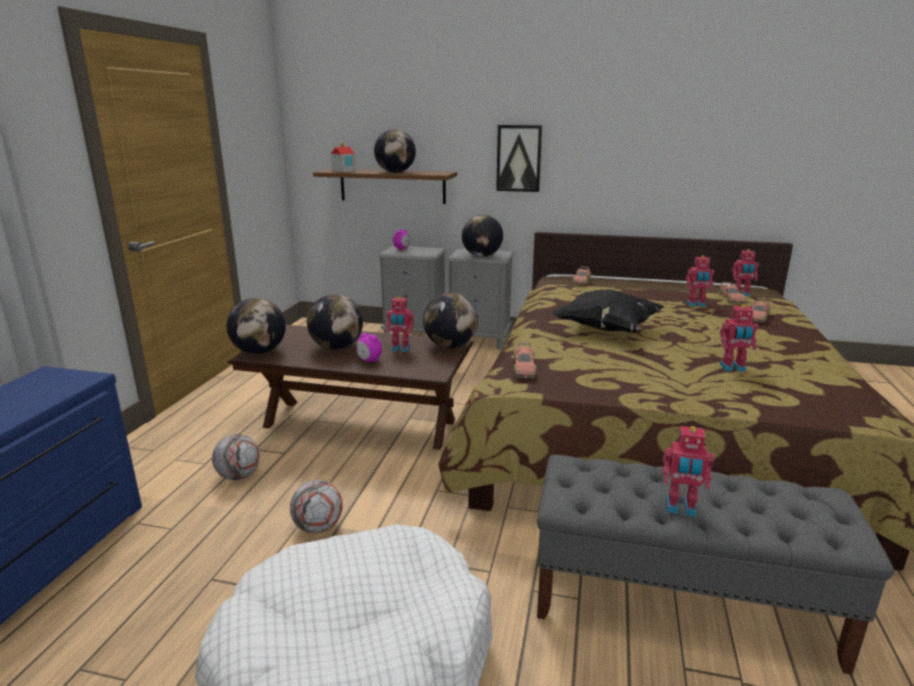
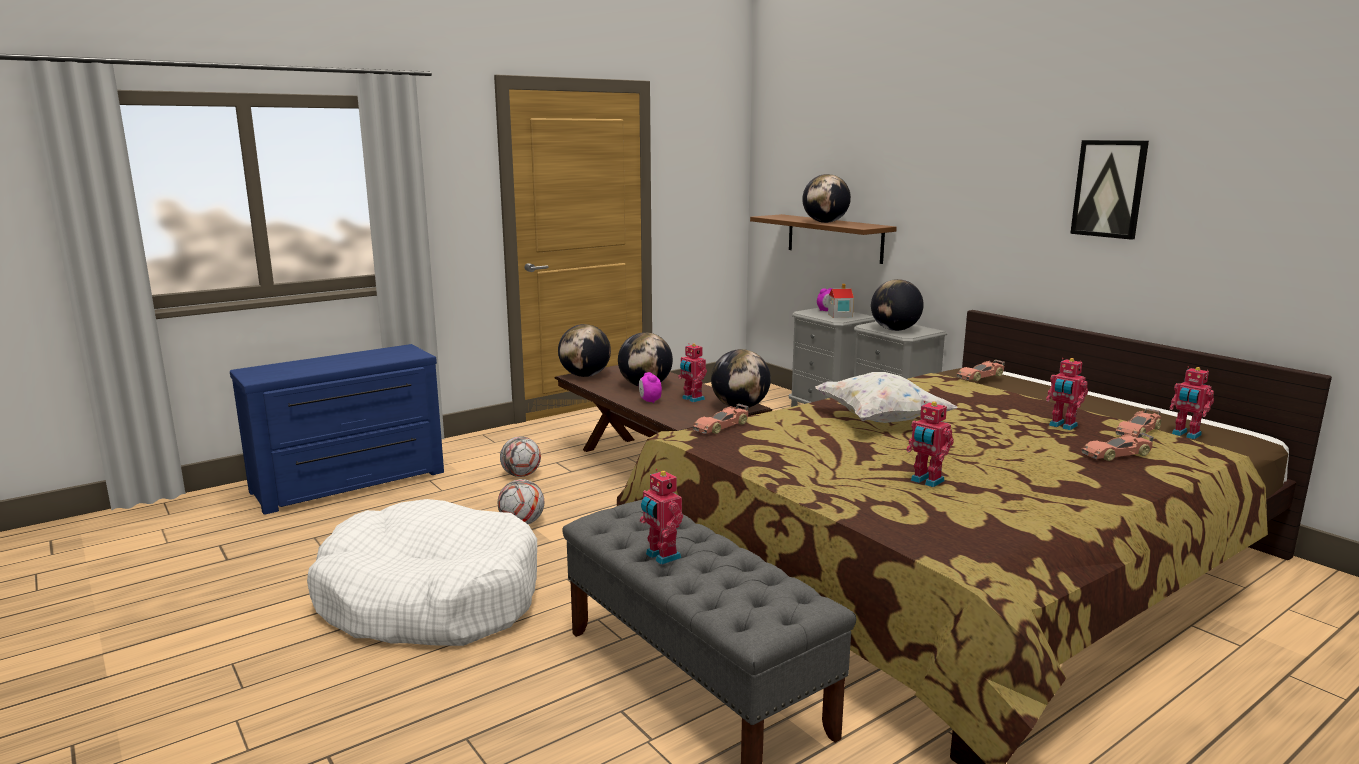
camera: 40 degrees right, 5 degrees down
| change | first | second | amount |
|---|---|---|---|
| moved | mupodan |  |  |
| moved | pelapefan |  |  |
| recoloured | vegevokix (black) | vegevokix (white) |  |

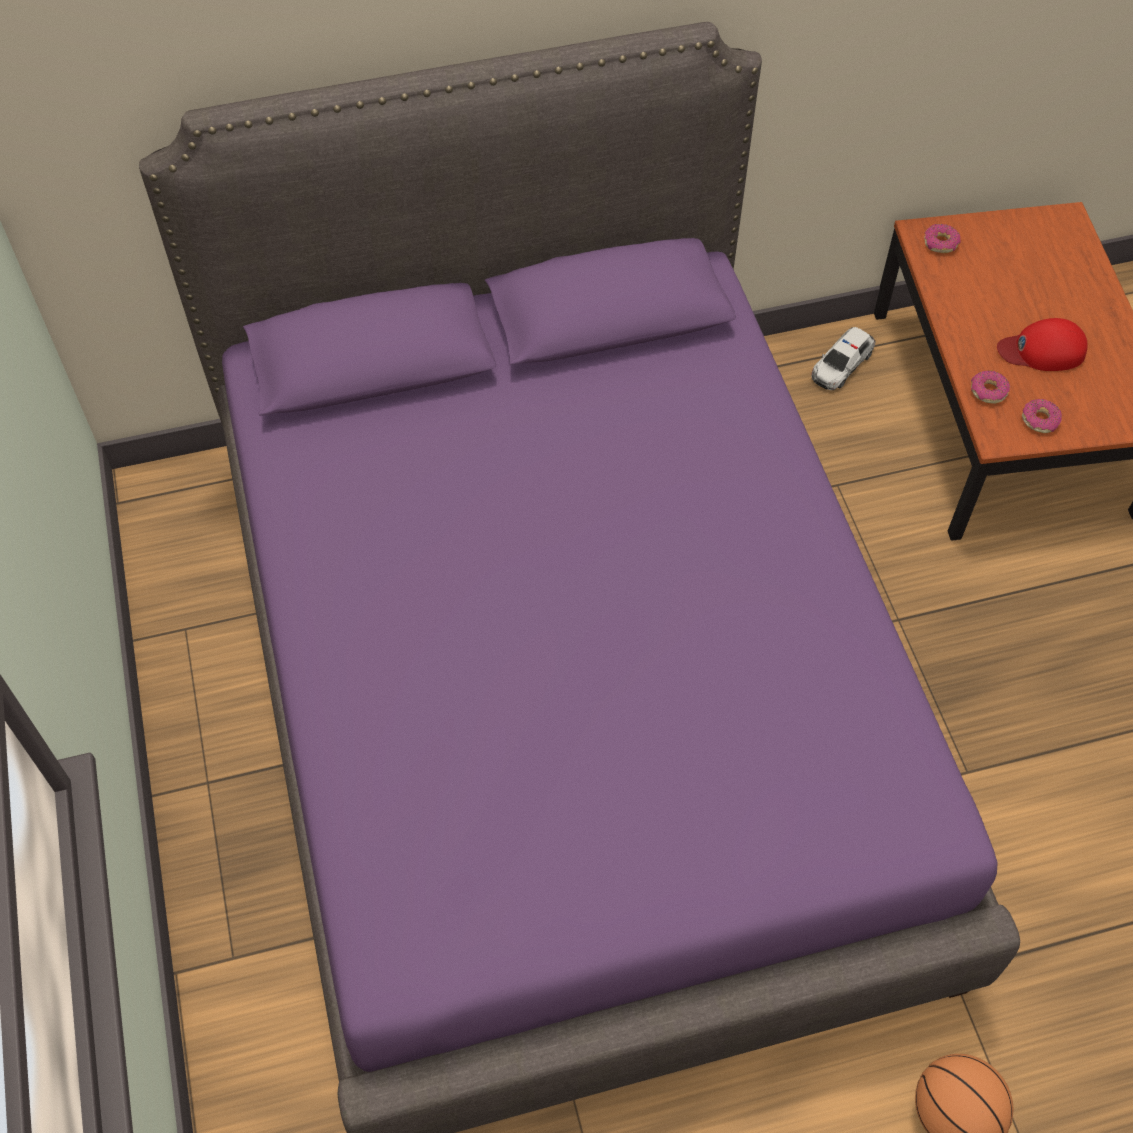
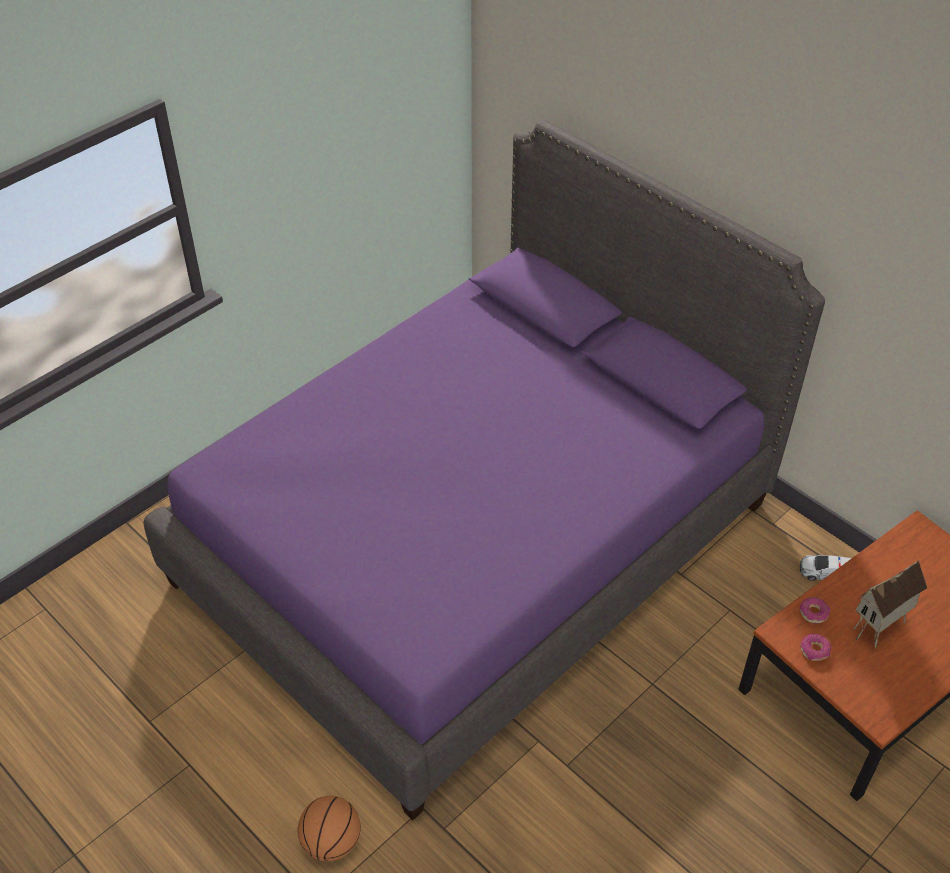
camera: 60 degrees right, 10 degrees down
| change | first | second | amount |
|---|---|---|---|
| removed | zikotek (1st from left) |  |  |
| replaced | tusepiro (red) | mupodan |  |

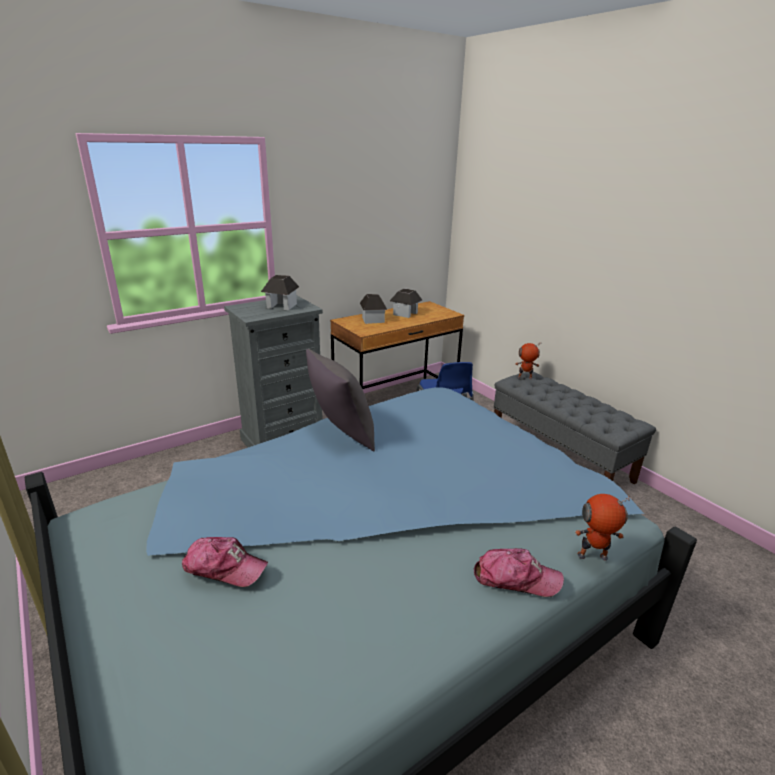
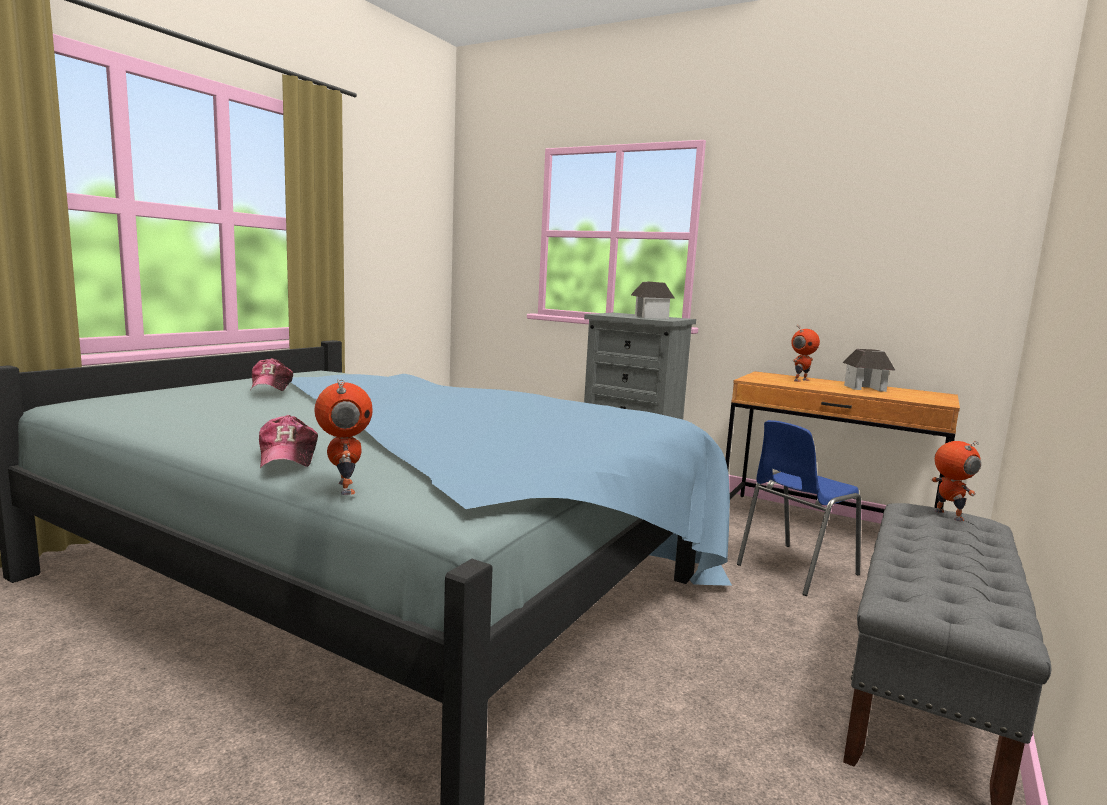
camera: 65 degrees right, 15 degrees down
| change | first | second | amount |
|---|---|---|---|
| removed | vegevokix (grey) |  |  |
| replaced | mupodan (2nd from left) | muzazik (2nd from left) |  |

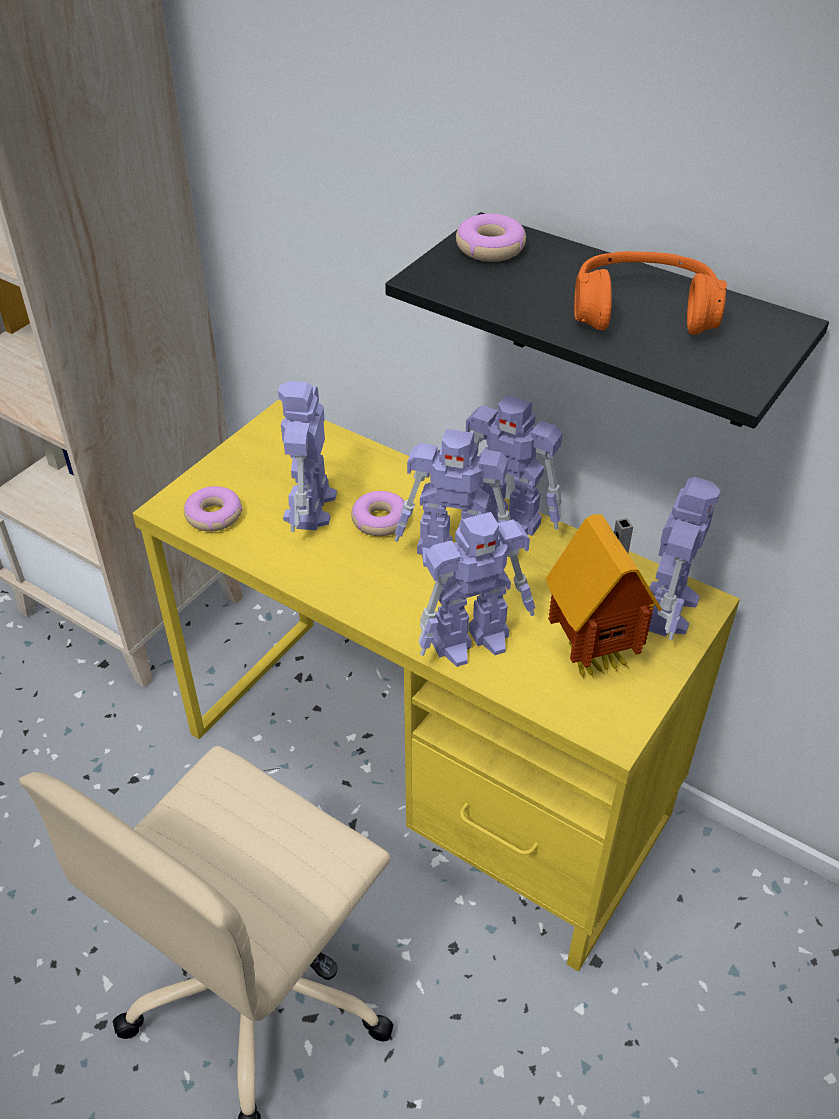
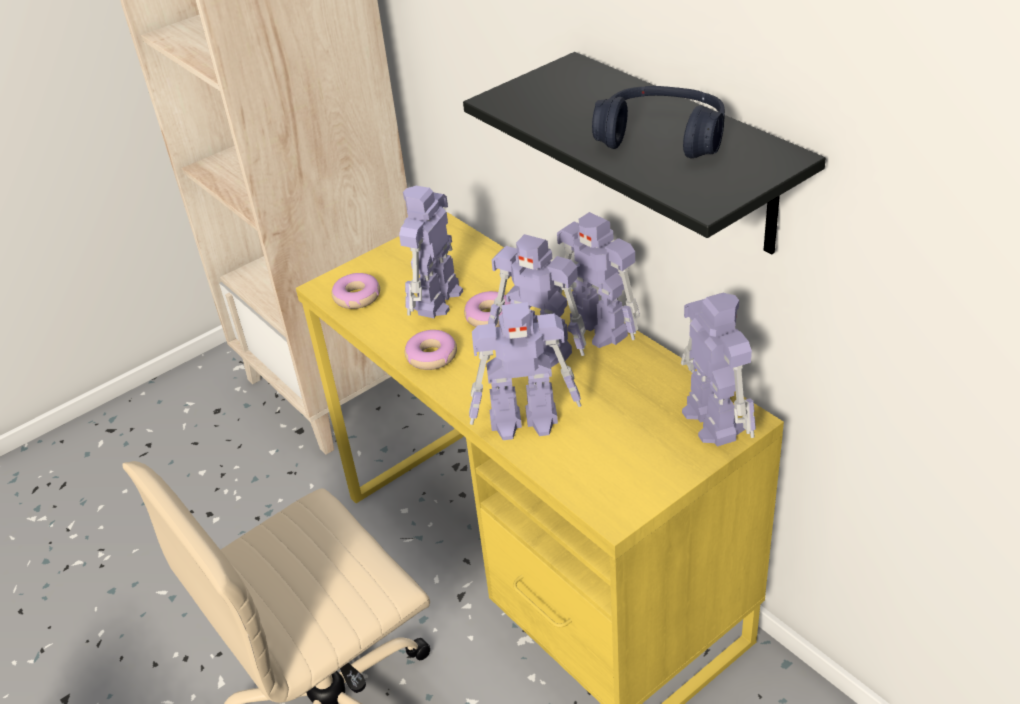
camera: 20 degrees right, 5 degrees down
| change | first | second | amount |
|---|---|---|---|
| removed | mupodan |  |  |
| moved | zikotek (3rd from left in the first image) | zikotek (2nd from left) |  |
| recoloured | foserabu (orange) | foserabu (blue) |  |
| turned | muzazik (5th from left) |  | 60 degrees counterclockwise |

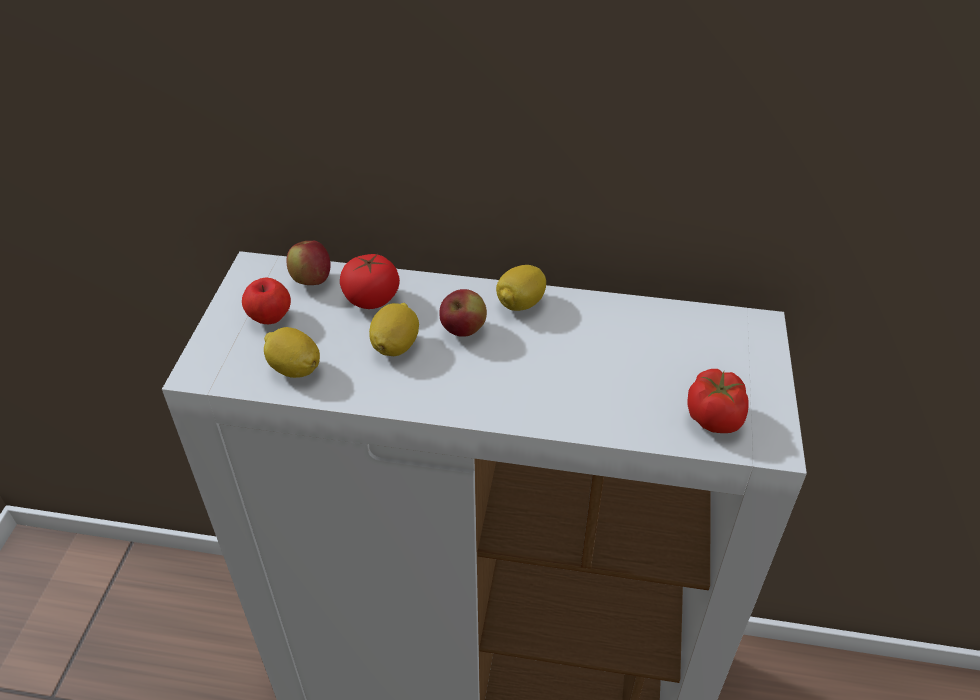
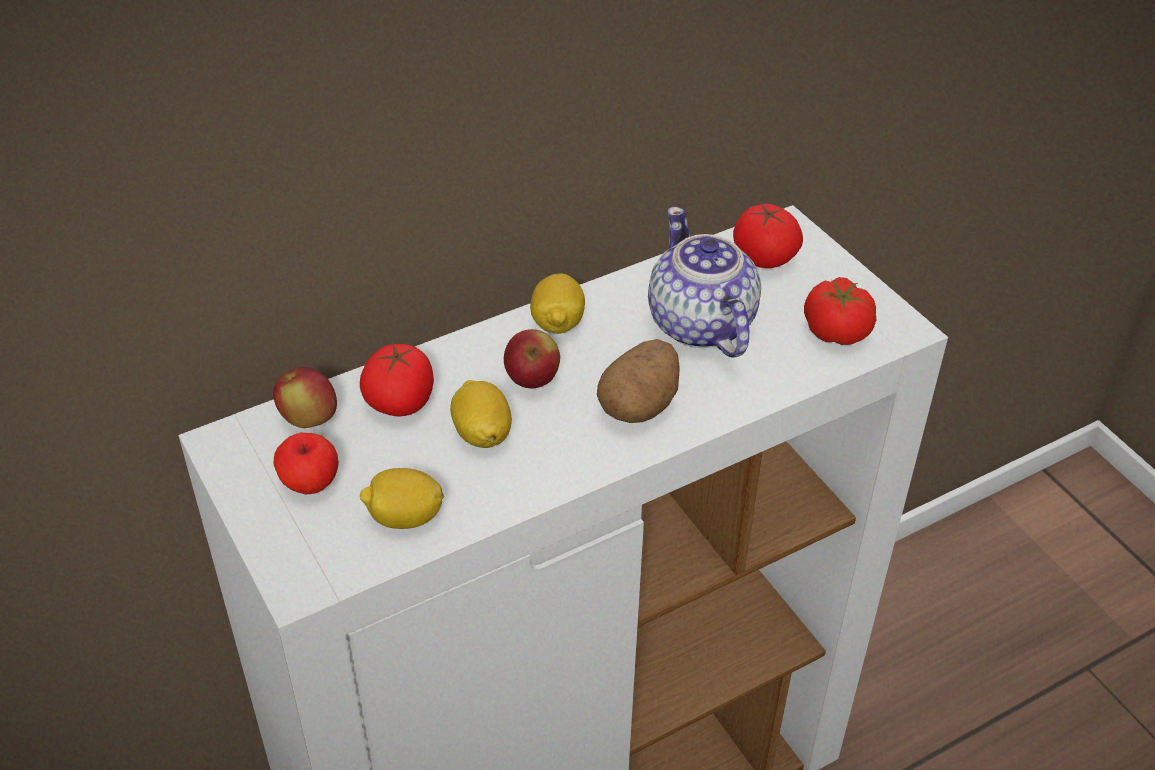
camera: 40 degrees left, 0 degrees up
| change | first | second | amount |
|---|---|---|---|
| added |  | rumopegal |  |
| added |  | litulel |  |
| added |  | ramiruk (2nd from left) |  |

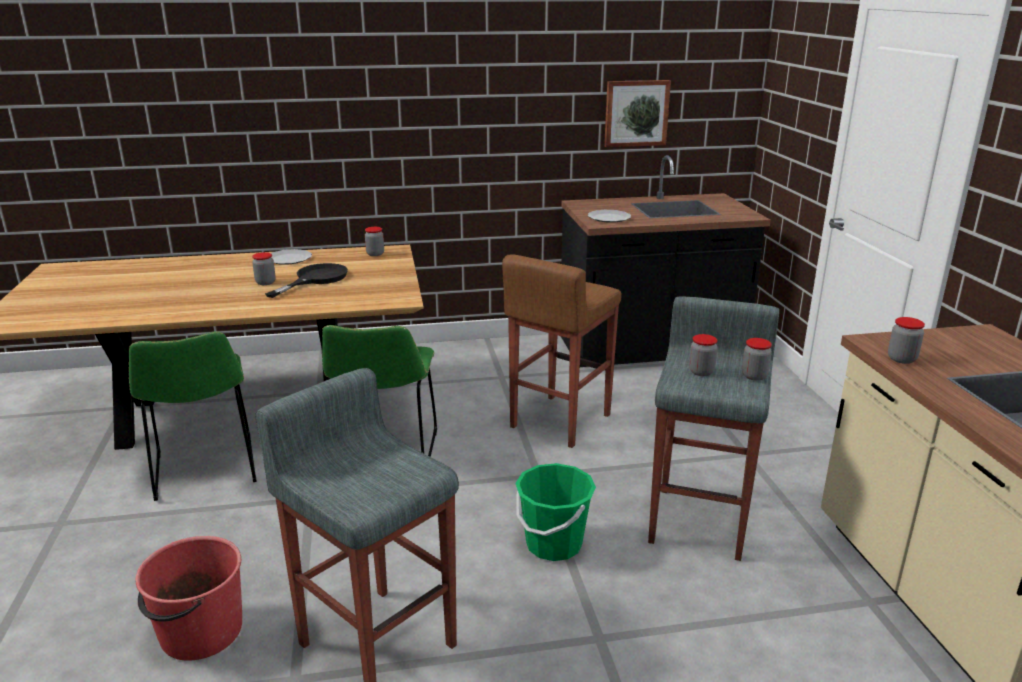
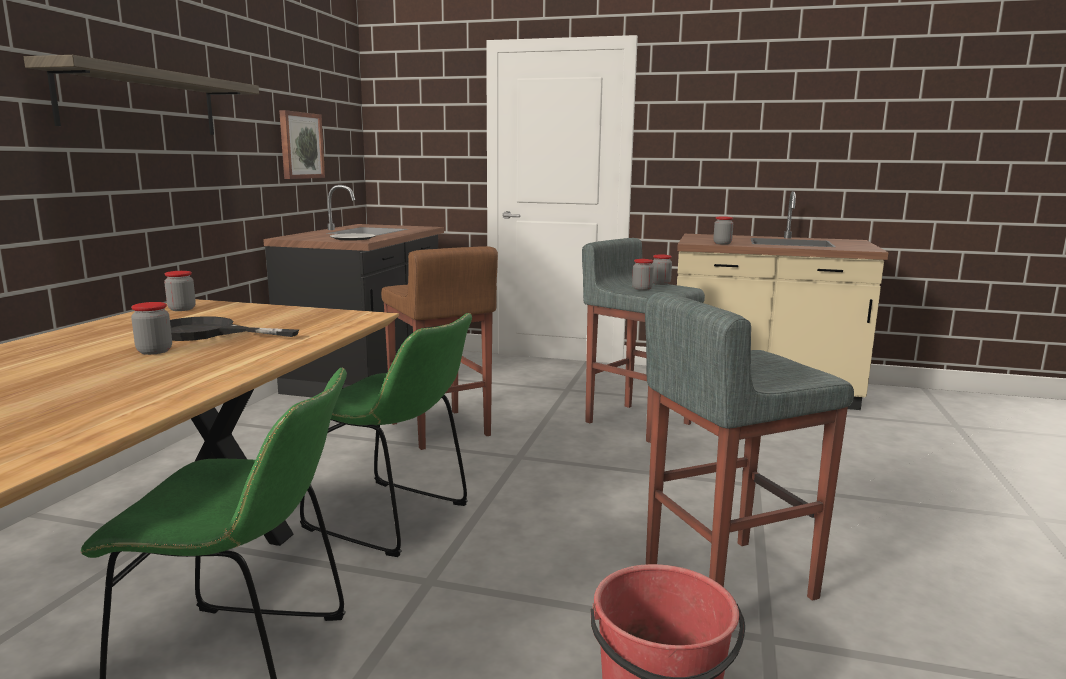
camera: 65 degrees left, 10 degrees down
| change | first | second | amount |
|---|---|---|---|
| removed | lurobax (1st from left) |  |  |
| removed | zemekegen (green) |  |  |
| added |  | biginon |  |
| turned | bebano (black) |  | 45 degrees counterclockwise |

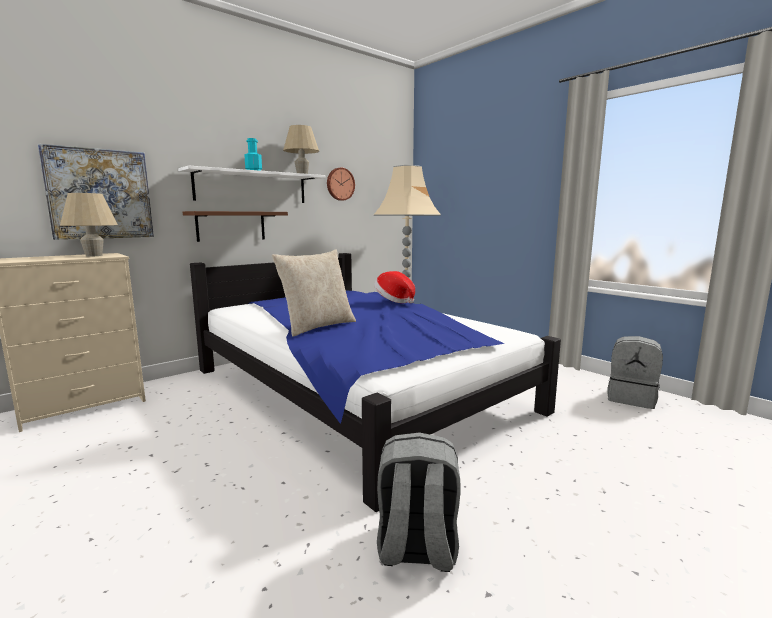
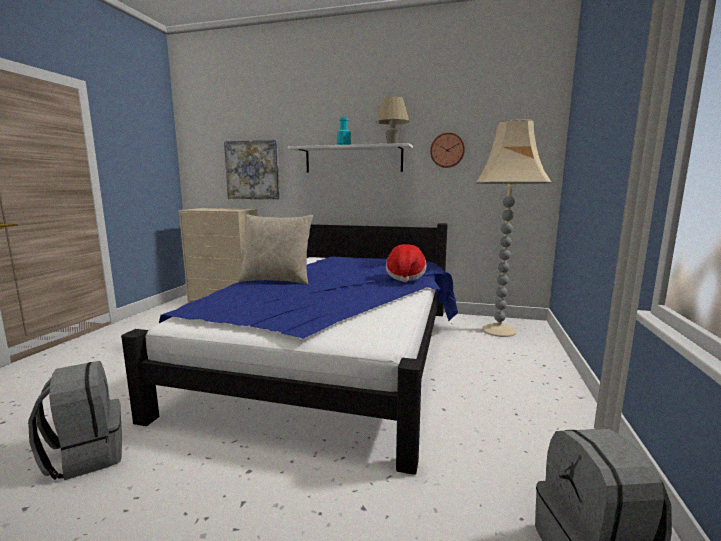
camera: 55 degrees right, 0 degrees up
| change | first | second | amount |
|---|---|---|---|
| removed | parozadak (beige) (1st from left) |  |  |
| removed | biginon (brown) |  |  |

